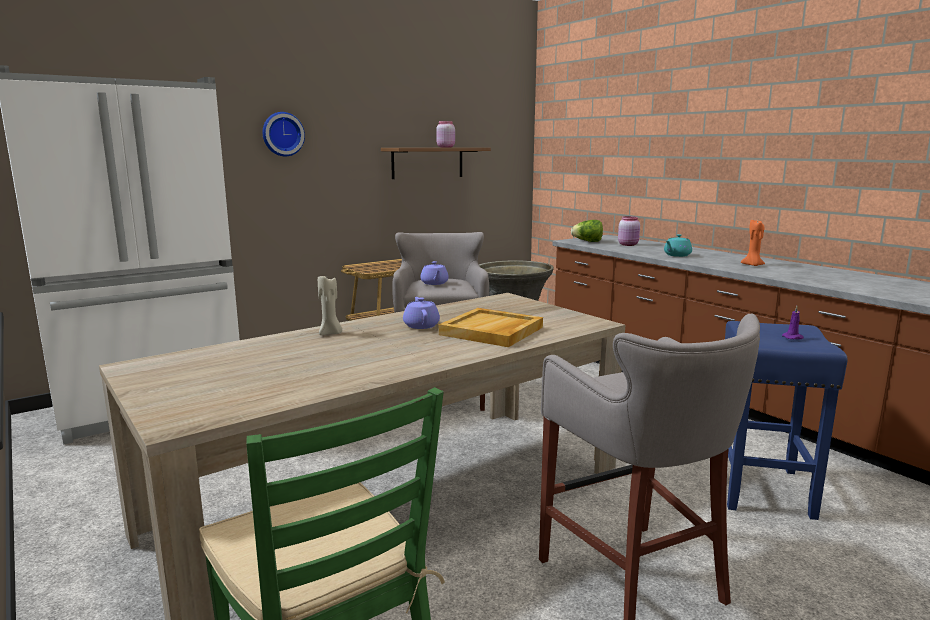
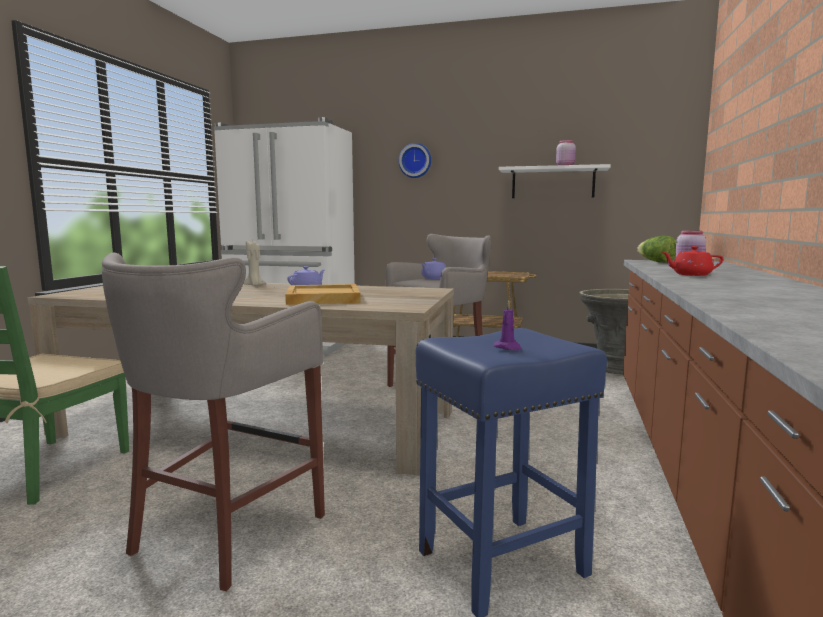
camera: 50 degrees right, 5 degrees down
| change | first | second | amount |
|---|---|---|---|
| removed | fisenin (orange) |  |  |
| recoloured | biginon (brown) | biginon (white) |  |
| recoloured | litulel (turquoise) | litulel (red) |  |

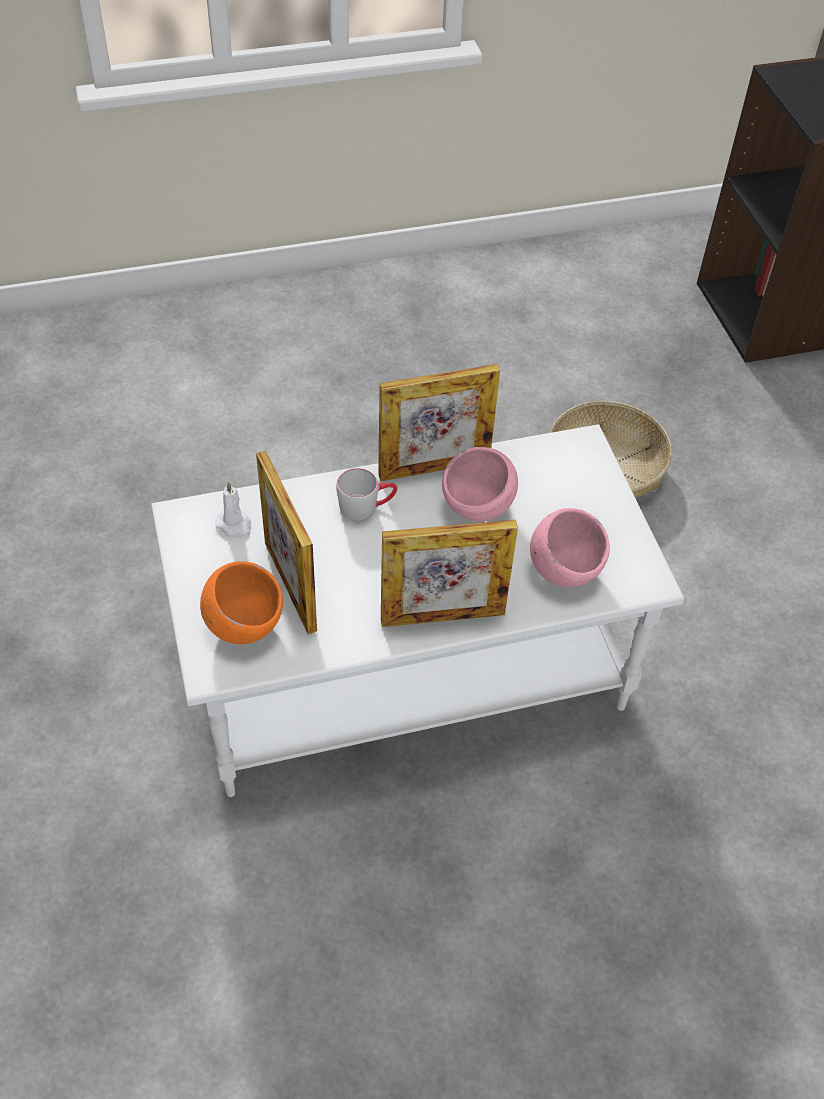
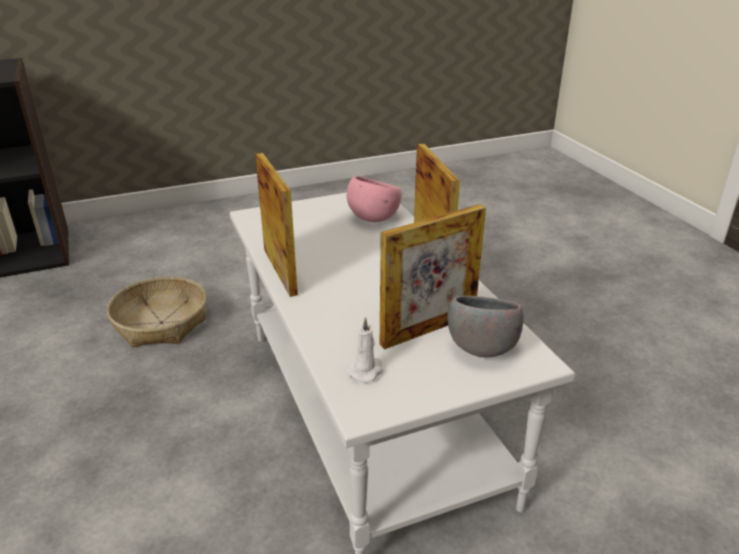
camera: 95 degrees left, 20 degrees down
| change | first | second | amount |
|---|---|---|---|
| removed | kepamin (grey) |  |  |
| removed | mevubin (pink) (1st from left) |  |  |
| recoloured | mevubin (orange) | mevubin (grey) |  |

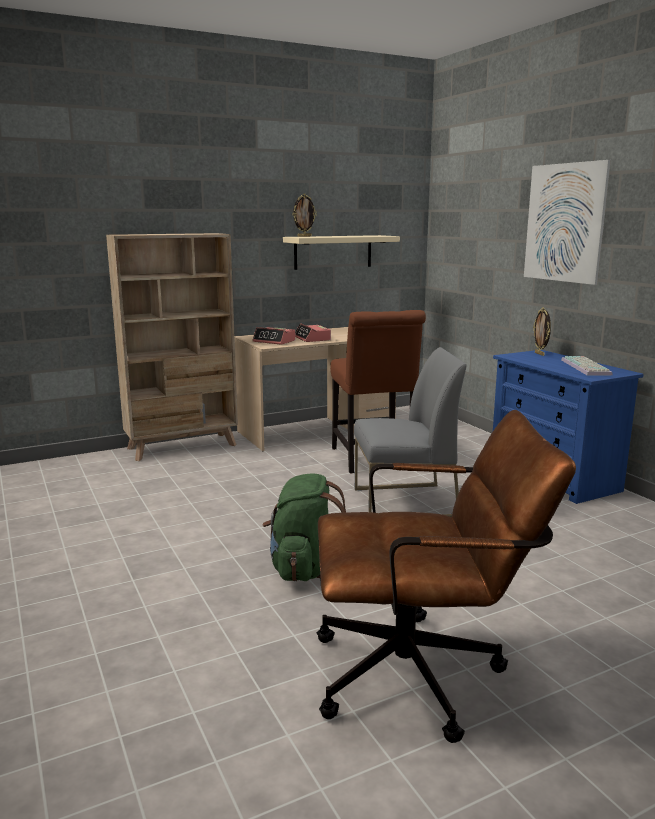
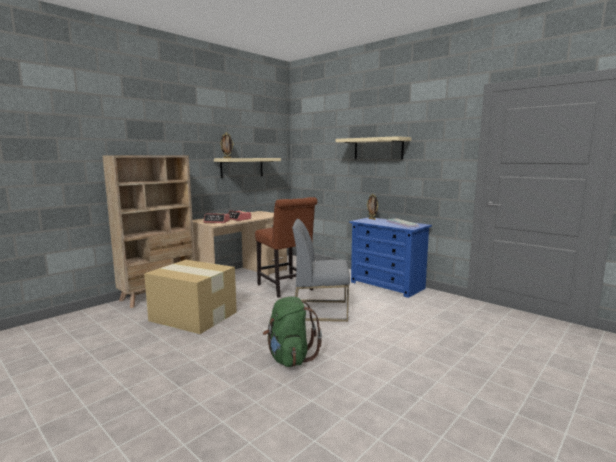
camera: 20 degrees left, 5 degrees down
| change | first | second | amount |
|---|---|---|---|
| removed | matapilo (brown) |  |  |
| added |  | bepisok |  |
| replaced | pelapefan | biginon (beige) (2nd from left) |  |
| turned | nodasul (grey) |  | 150 degrees counterclockwise |

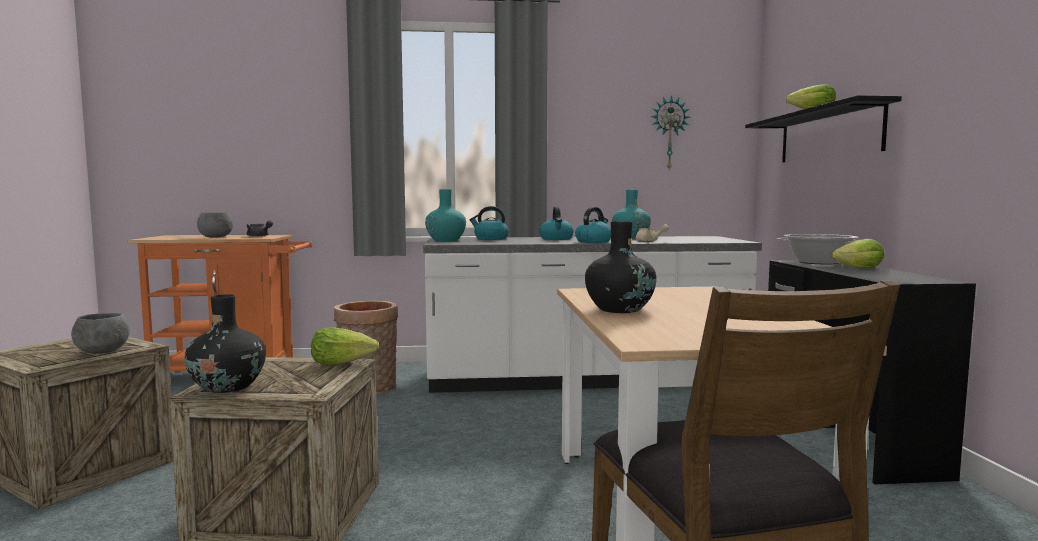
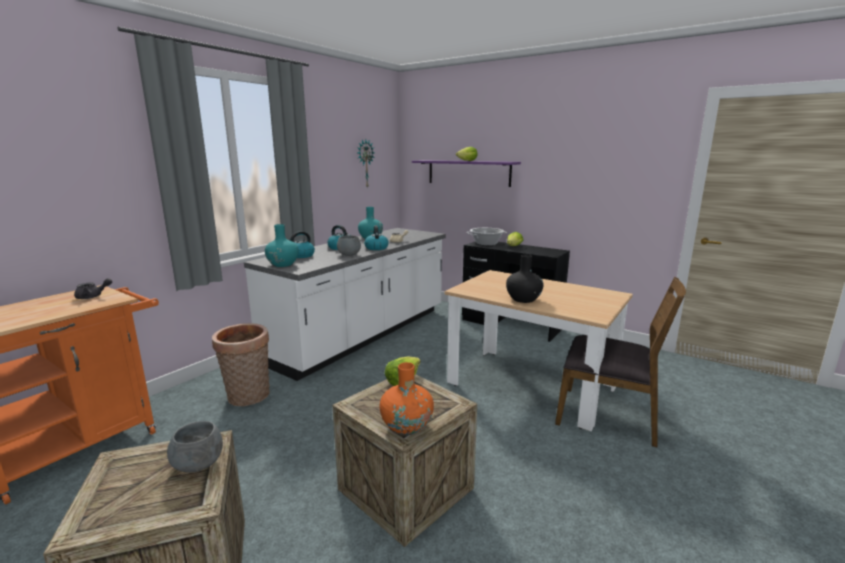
camera: 50 degrees left, 10 degrees up
| change | first | second | amount |
|---|---|---|---|
| moved | mevubin (grey) (2nd from left) |  |  |
| recoloured | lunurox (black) (1st from left) | lunurox (orange) |  |
| recoloured | biginon (black) | biginon (purple) |  |

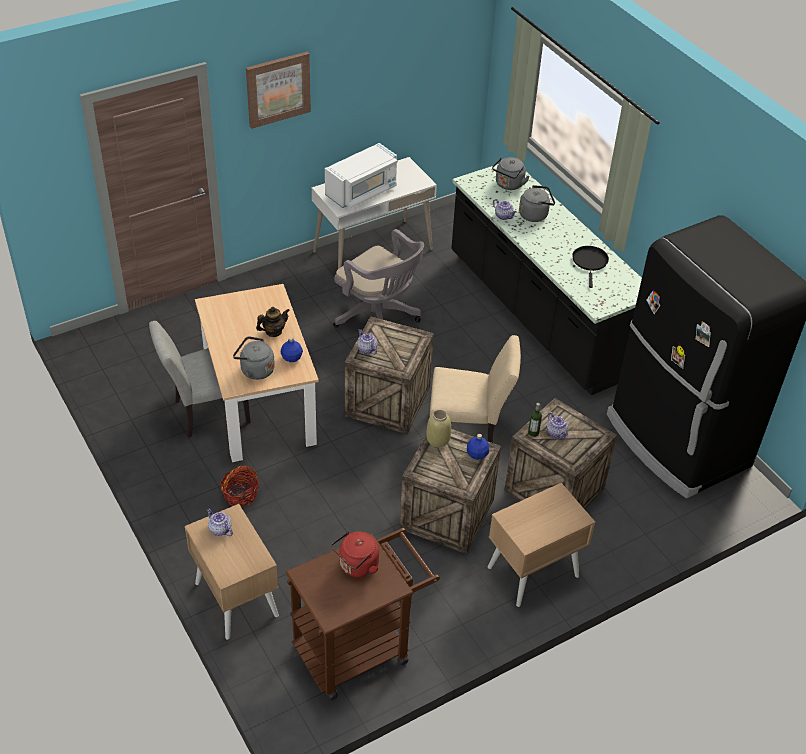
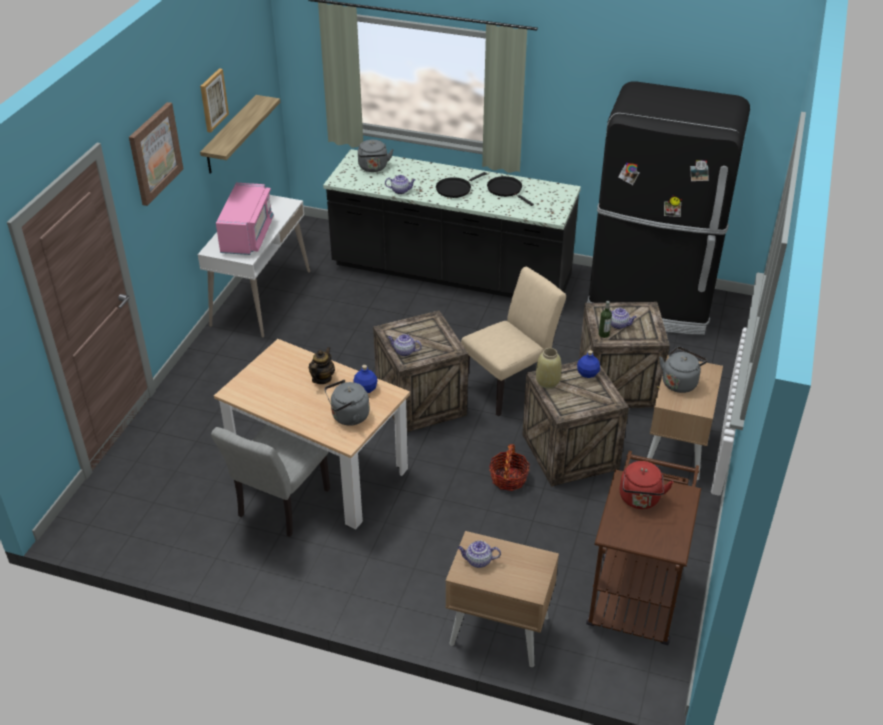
camera: 40 degrees left, 5 degrees down
| change | first | second | amount |
|---|---|---|---|
| removed | matapilo (grey) |  |  |
| added |  | pelapefan (2nd from left) |  |
| added |  | biginon |  |
| added |  | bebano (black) (1st from left) |  |
| moved | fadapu |  |  |
| moved | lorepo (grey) (3rd from left) |  |  |
| recoloured | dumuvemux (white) | dumuvemux (pink) |  |

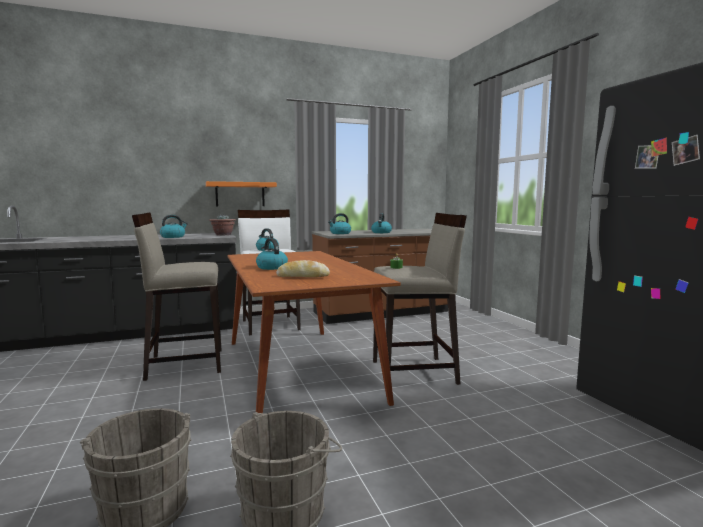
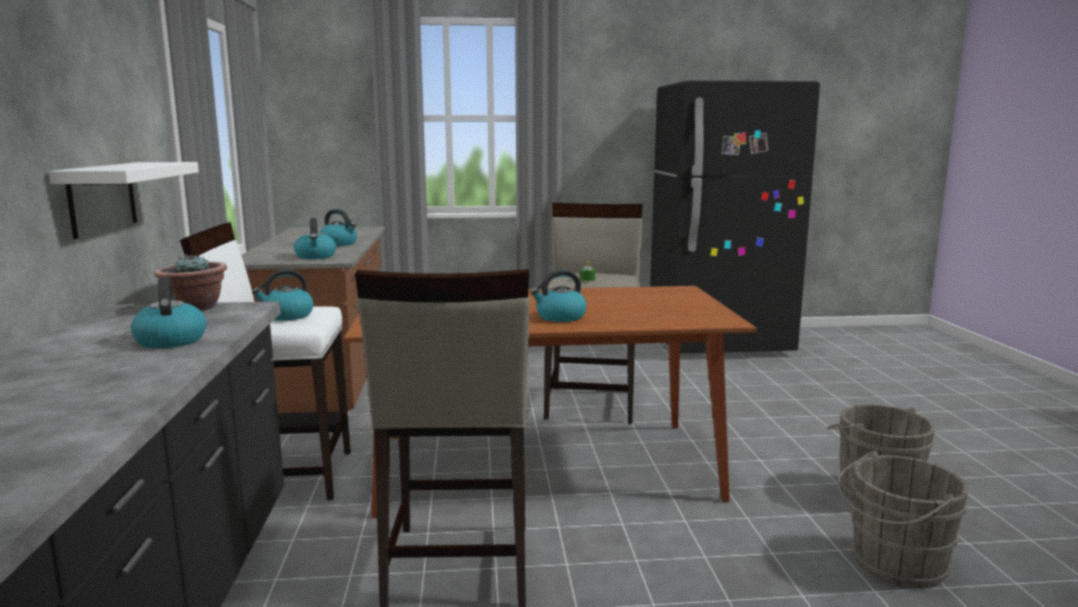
camera: 75 degrees left, 5 degrees up
| change | first | second | amount |
|---|---|---|---|
| removed | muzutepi |  |  |
| recoloured | biginon (orange) | biginon (white) |  |

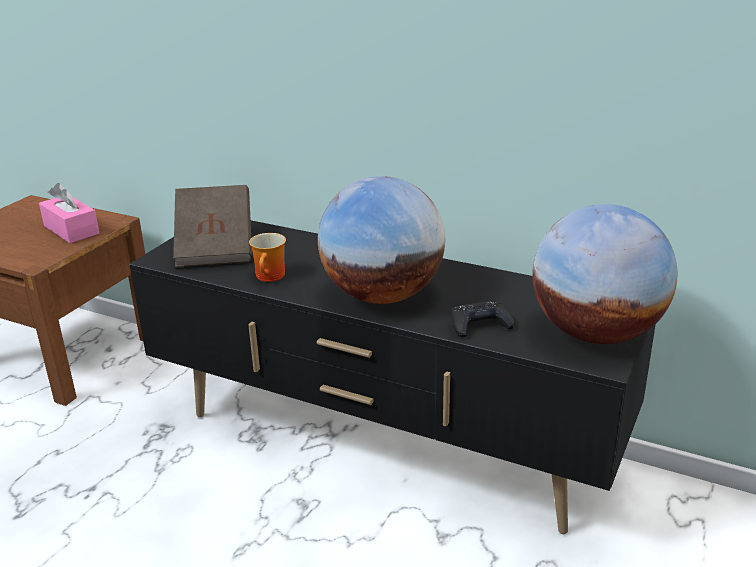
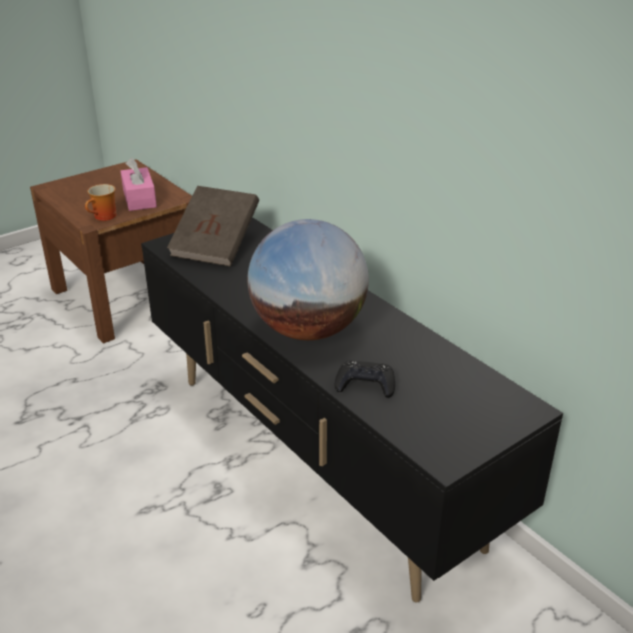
camera: 25 degrees right, 5 degrees up
| change | first | second | amount |
|---|---|---|---|
| removed | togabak (2nd from left) |  |  |
| moved | kepamin |  |  |

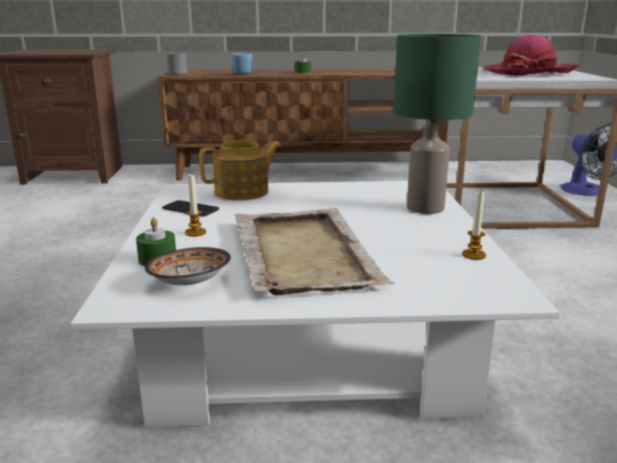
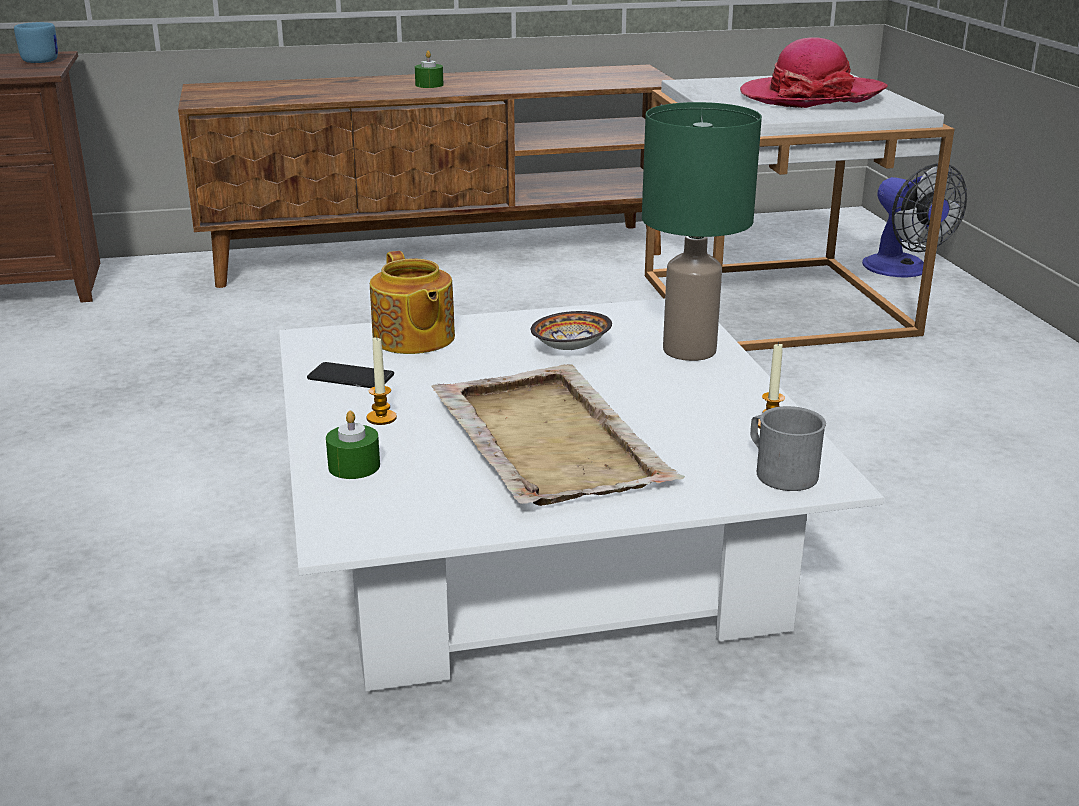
camera: 10 degrees left, 5 degrees up
| change | first | second | amount |
|---|---|---|---|
| moved | mevubin |  |  |
| moved | kepamin (grey) |  |  |
| moved | kepamin (blue) |  |  |
| turned | litulel |  | 105 degrees clockwise |

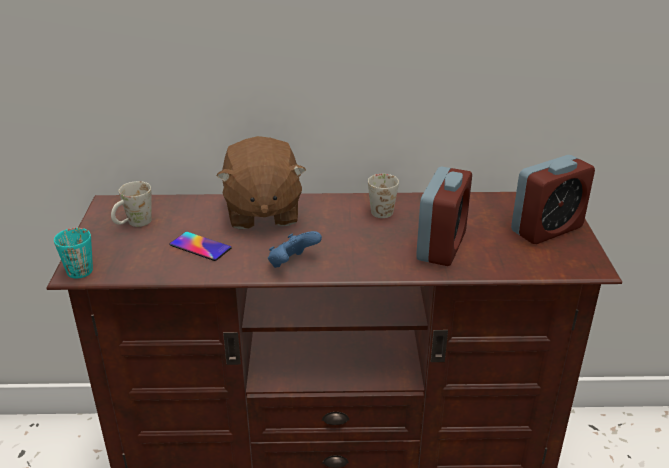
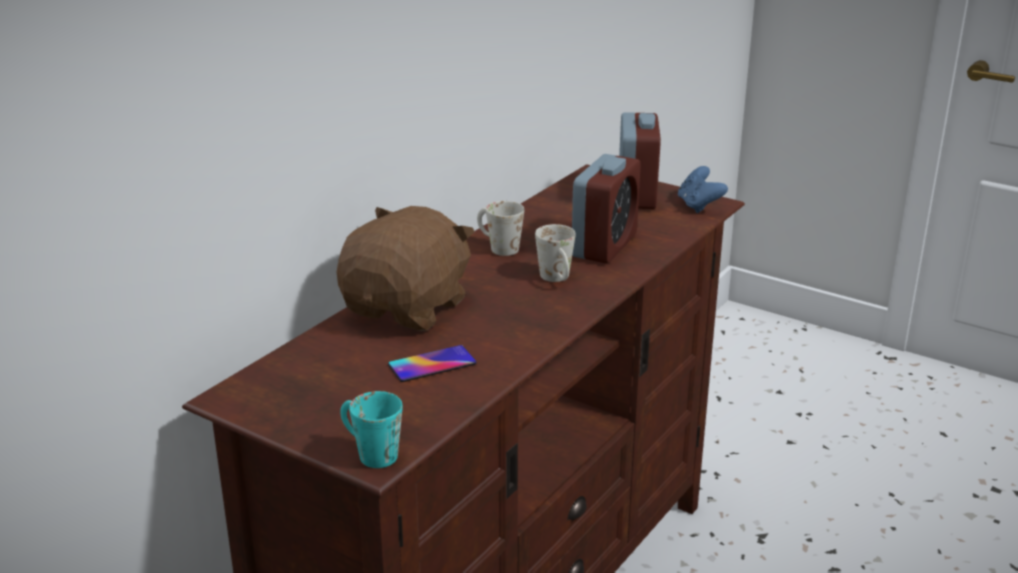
camera: 55 degrees left, 5 degrees down
| change | first | second | amount |
|---|---|---|---|
| moved | kepamin (white) (1st from left in the first image) | kepamin (white) (2nd from left) |  |
| moved | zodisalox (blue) |  |  |
| turned | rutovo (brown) |  | 90 degrees counterclockwise |
| turned | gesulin (1st from left) |  | 60 degrees clockwise |

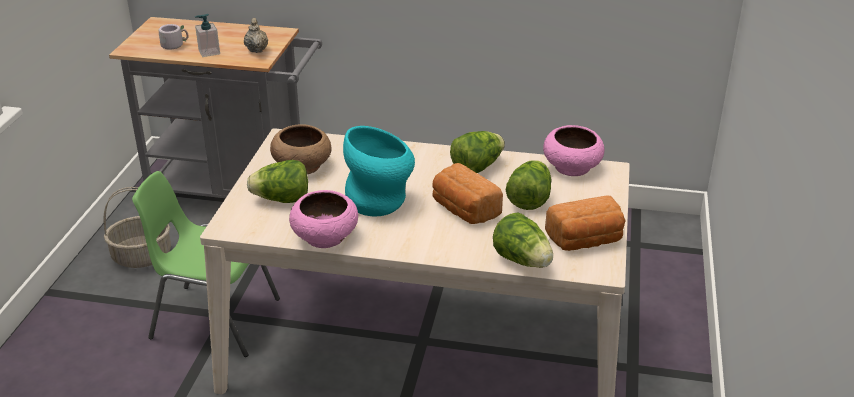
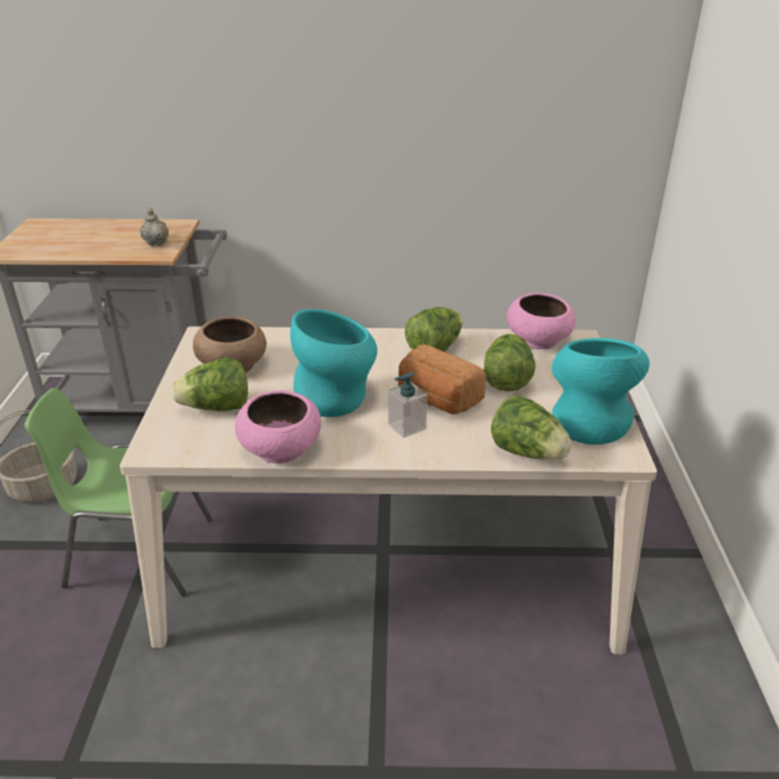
camera: 10 degrees left, 0 degrees up
| change | first | second | amount |
|---|---|---|---|
| removed | kepamin (grey) |  |  |
| moved | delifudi |  |  |
| replaced | muzutepi (2nd from left) | lunurox (turquoise) (2nd from left) |  |

